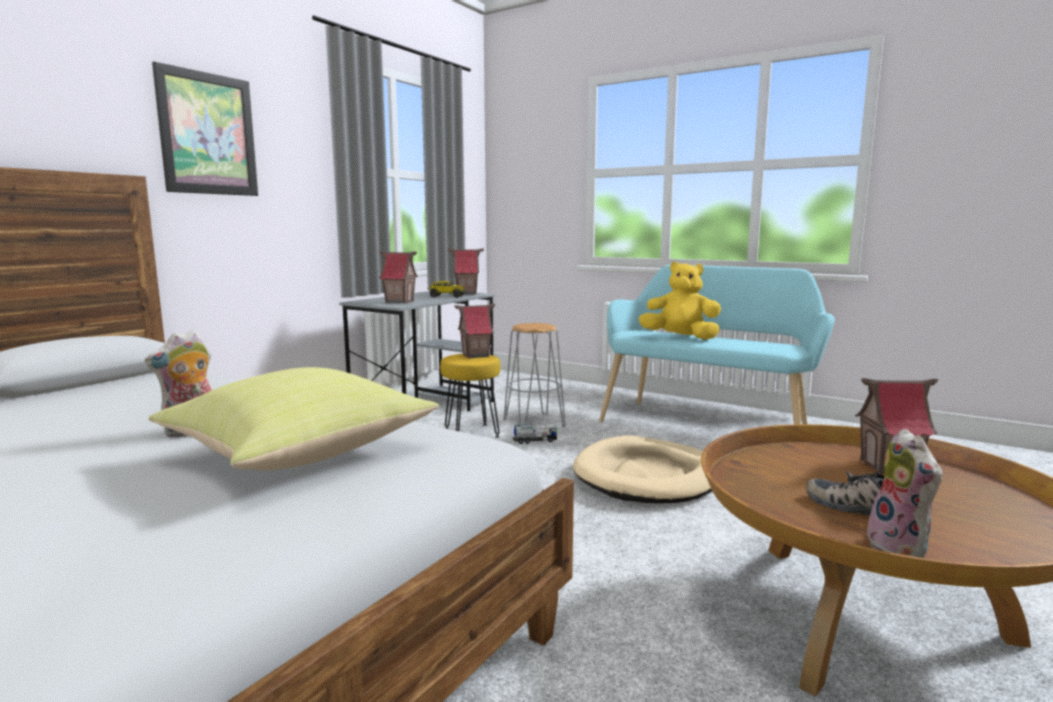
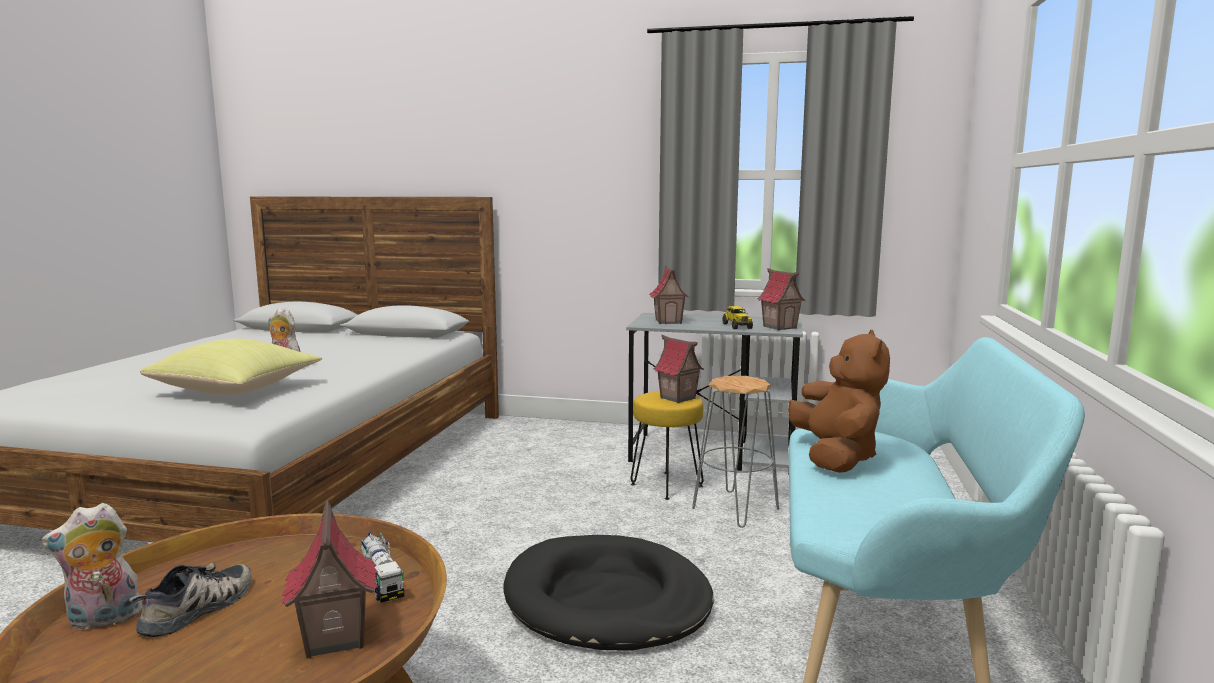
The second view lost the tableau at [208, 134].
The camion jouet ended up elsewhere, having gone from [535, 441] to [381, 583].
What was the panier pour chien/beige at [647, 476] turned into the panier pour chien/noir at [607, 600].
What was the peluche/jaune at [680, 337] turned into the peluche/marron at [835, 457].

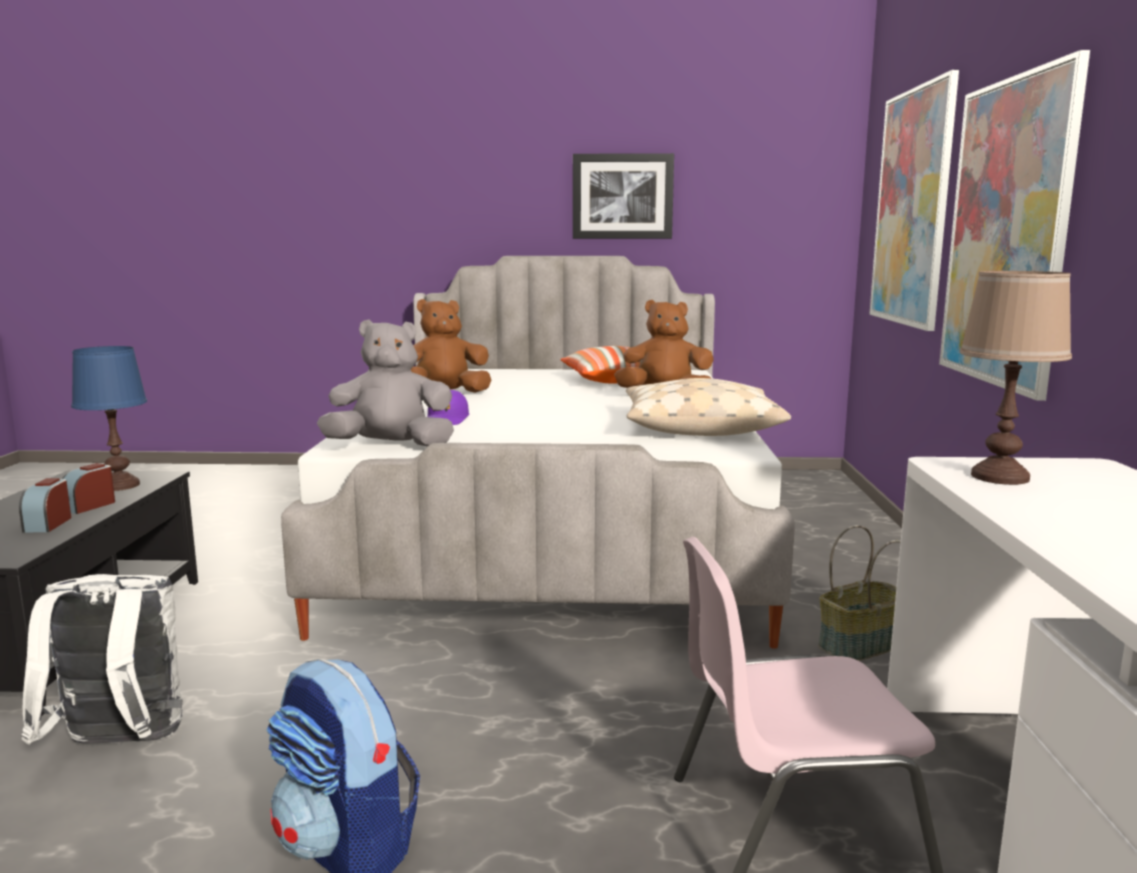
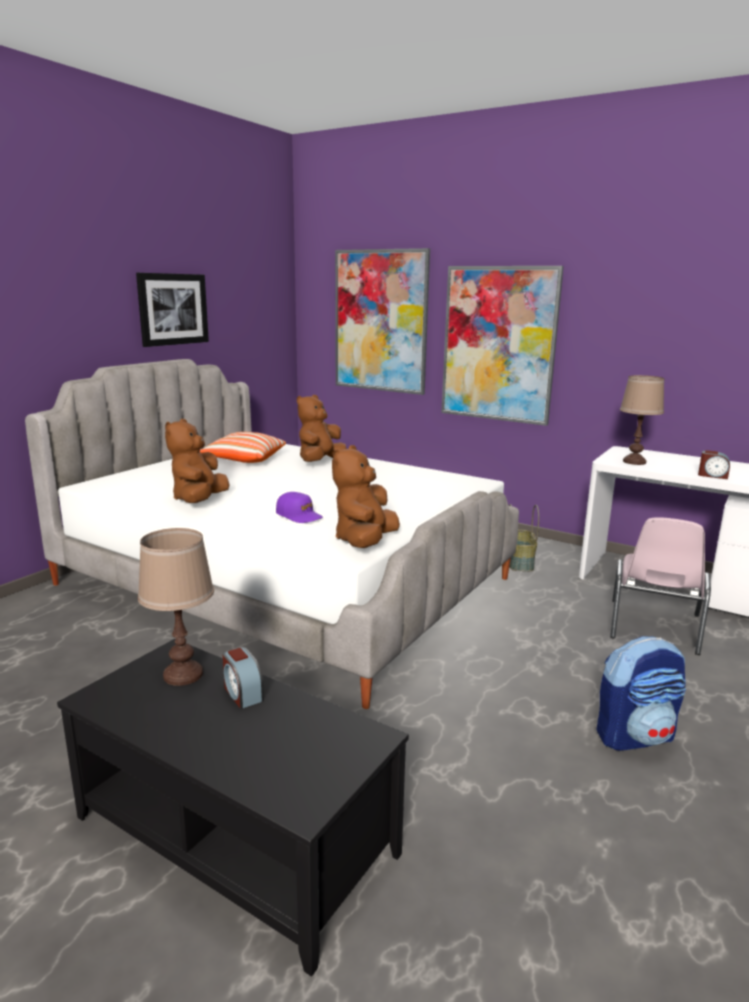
The second view lost the sac à dos/blanc at [119, 746].
The second view lost the coussin/beige at [699, 427].
The réveil ended up elsewhere, having gone from [48, 524] to [712, 475].
What was the lampe de table/bleu at [120, 485] turned into the lampe de table/marron at [183, 674].
What was the peluche/gris at [391, 447] turned into the peluche/marron at [365, 542].

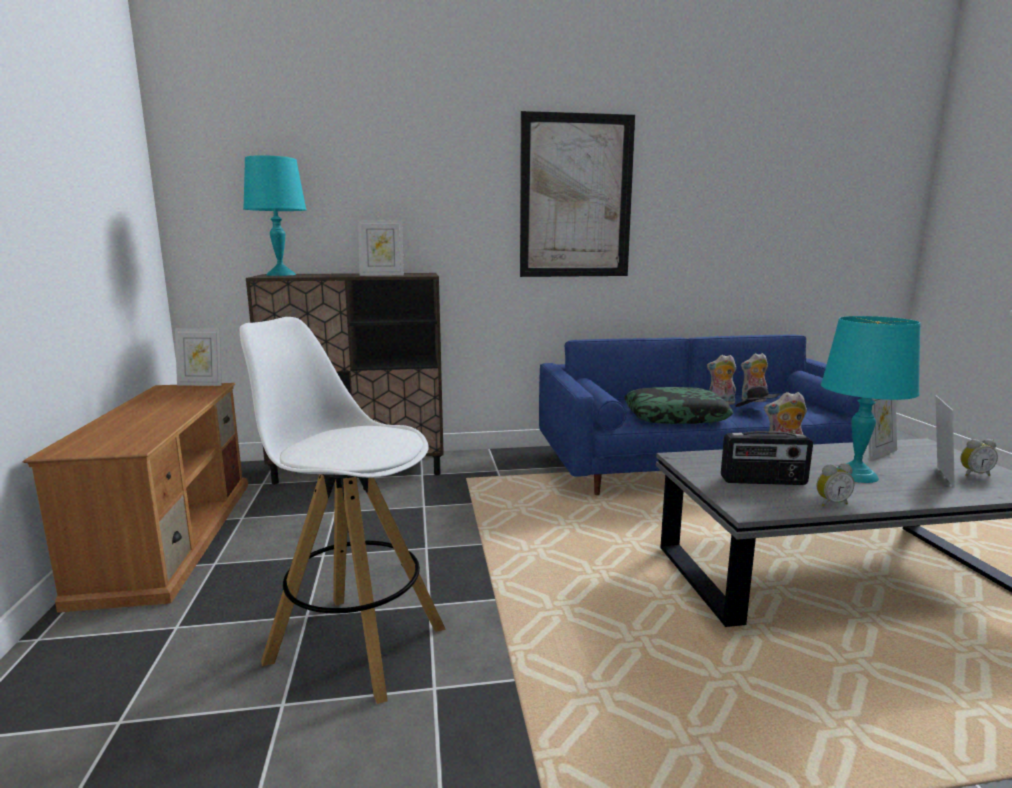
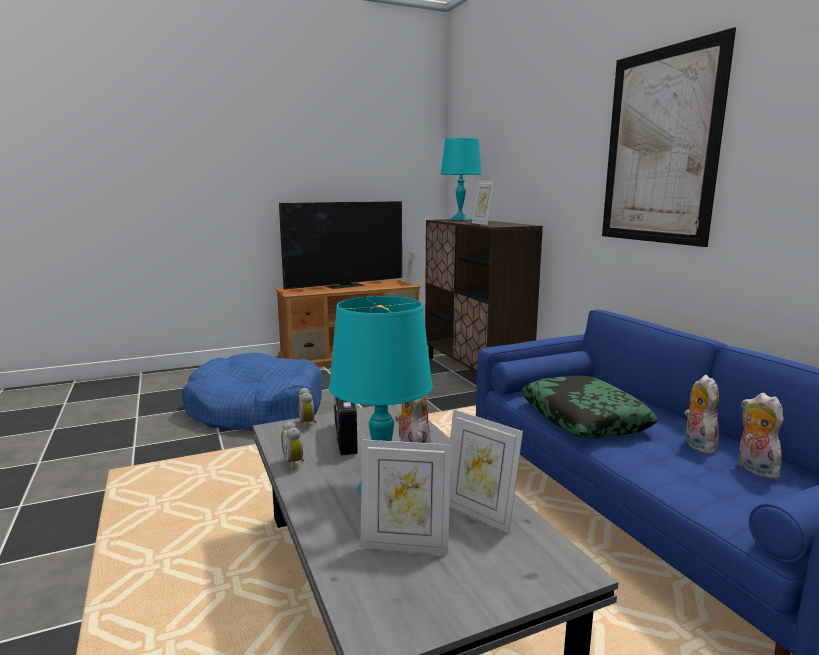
The second view lost the chapeau/noir at [756, 410].
The second view gained the téléviseur at [346, 285].
The réveil ended up elsewhere, having gone from [973, 474] to [308, 424].
Where the tabouret/blanc stood at [354, 643], the panier pour chien/bleu came to stand at [256, 410].

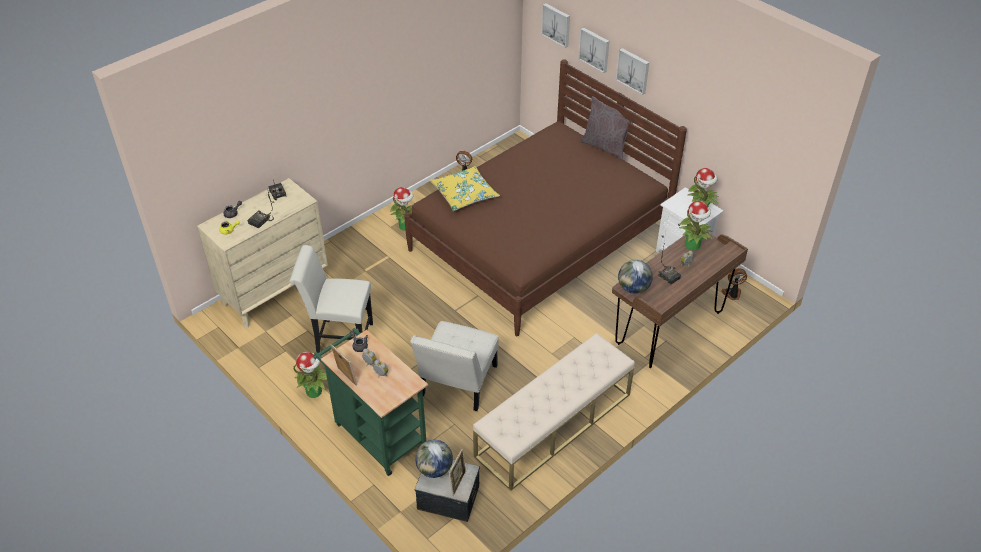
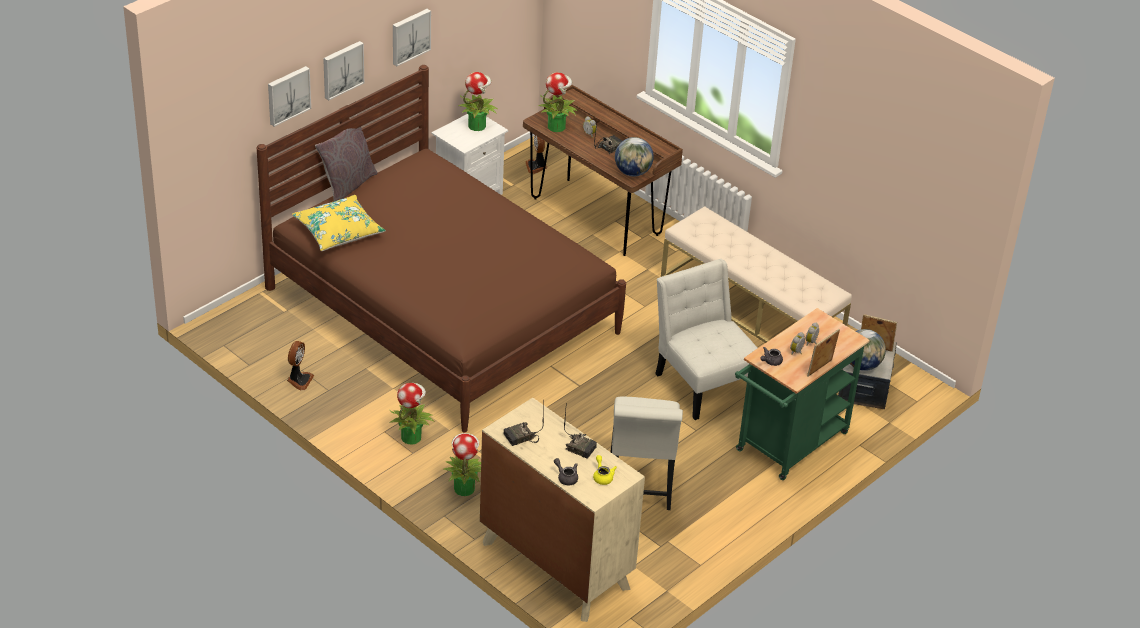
The plante en pot ended up elsewhere, having gone from [314, 391] to [464, 488].
The coussin/jaune ended up elsewhere, having gone from [464, 194] to [338, 231].
The tableau ended up elsewhere, having gone from [556, 24] to [410, 36].
The chaise/blanc at [457, 384] ended up facing another way, 135 degrees counterclockwise from before.

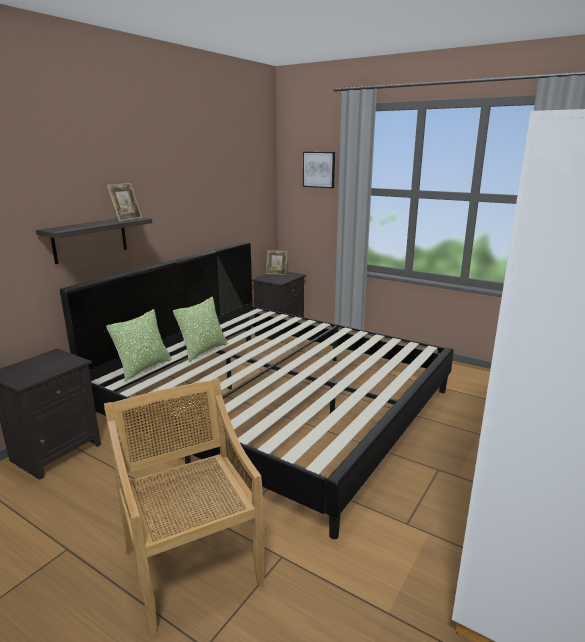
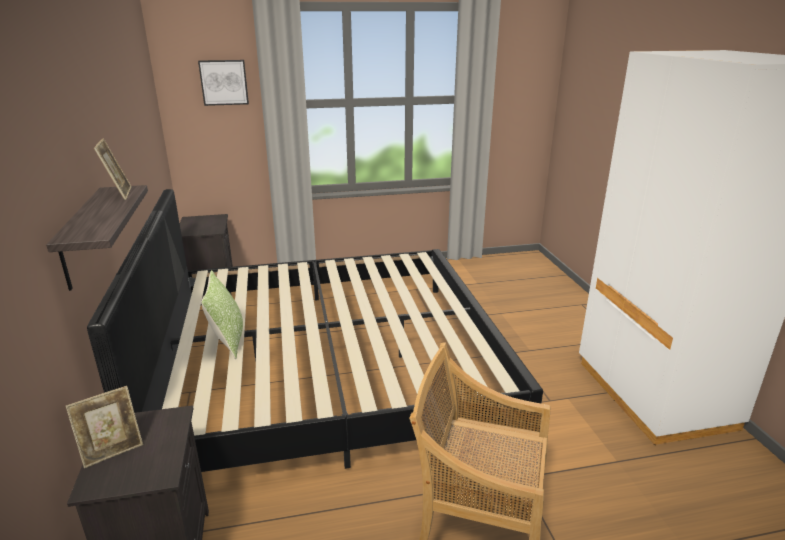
The second view lost the coussin at [143, 368].
The cadre photo ended up elsewhere, having gone from [276, 273] to [112, 450].

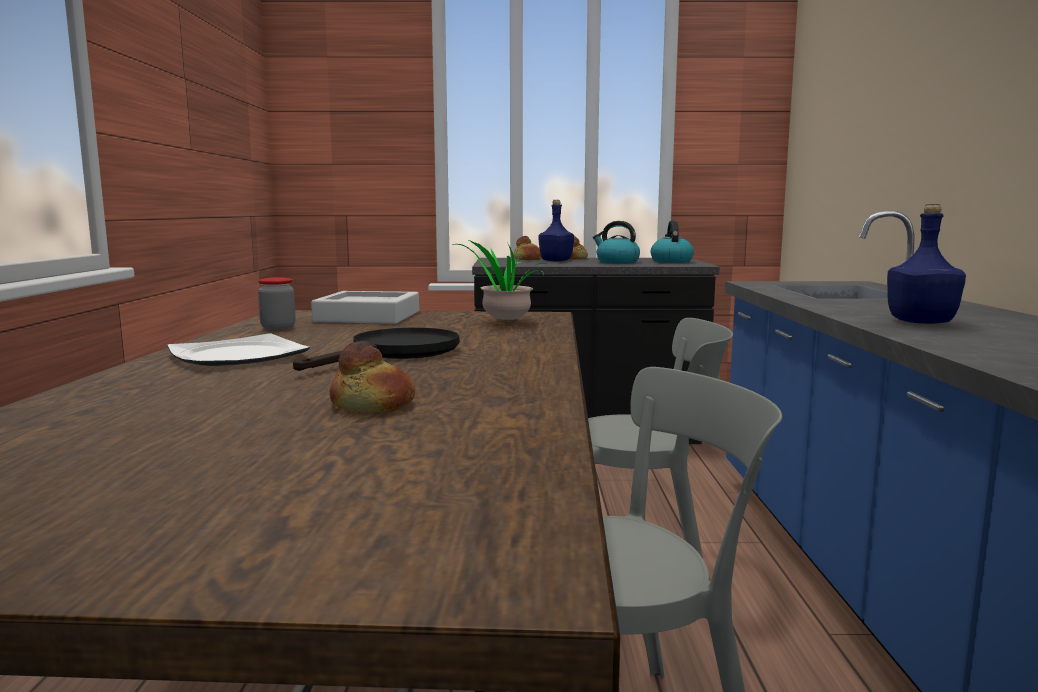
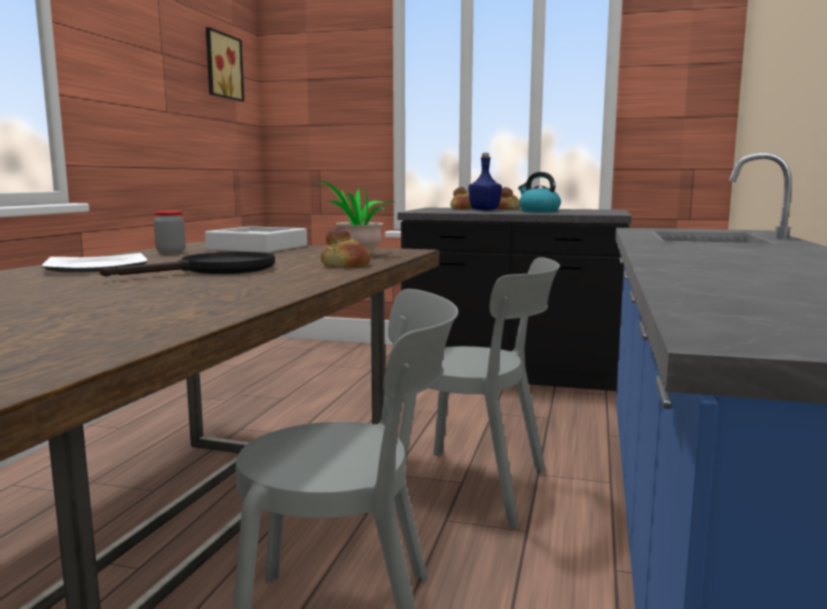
The second view lost the bouilloire at [671, 261].
The second view lost the bouteille/bleu at [921, 322].
The second view gained the tableau at [221, 66].
The pain ended up elsewhere, having gone from [373, 404] to [346, 265].

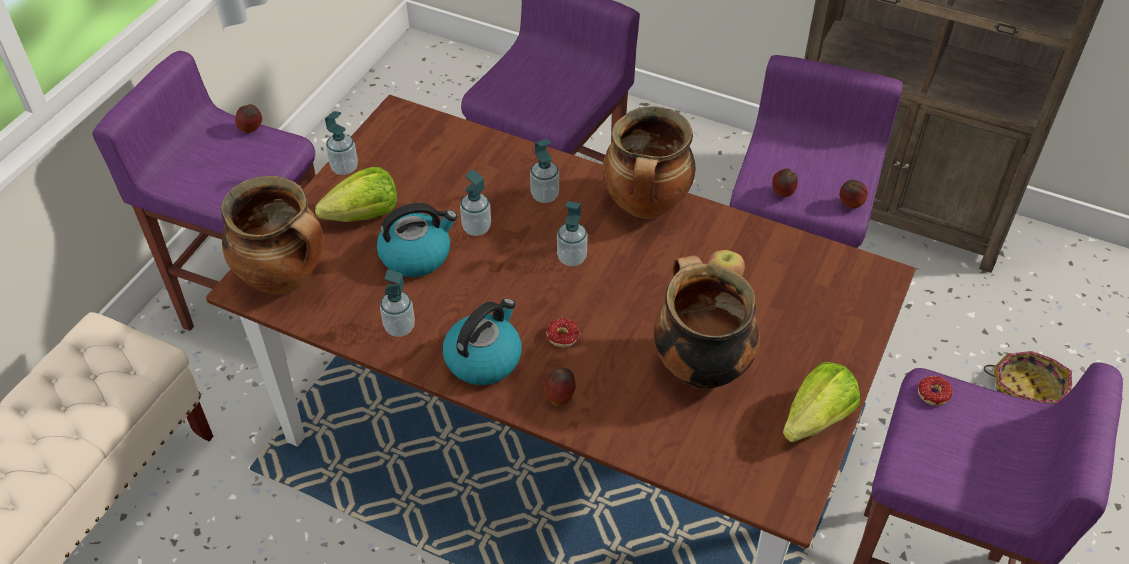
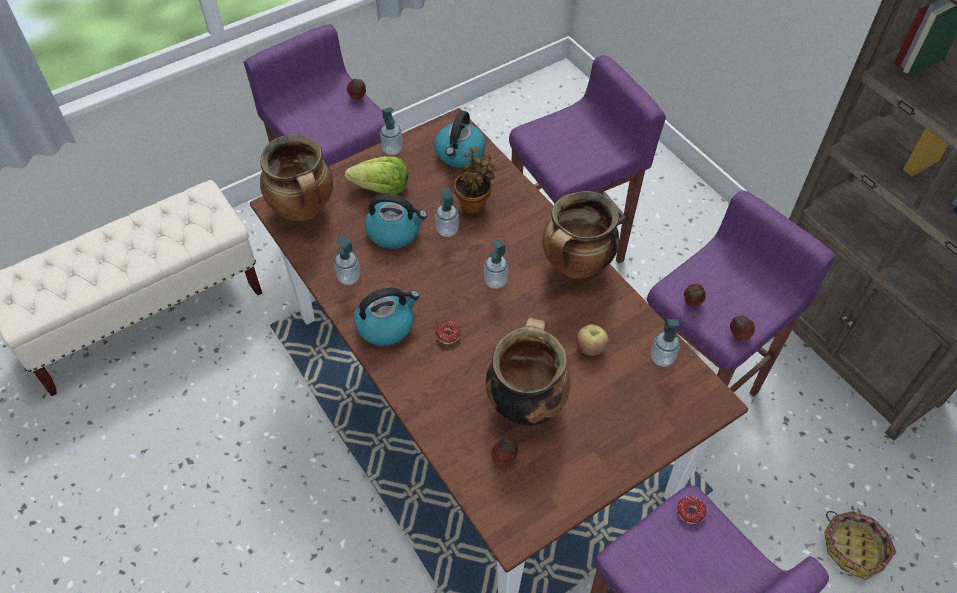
The second view lost the laitue at [816, 419].
The second view gained the bouilloire at [460, 154].
The second view gained the plante en pot at [474, 204].
The distributeur de savon ended up elsewhere, having gone from [545, 195] to [662, 358].
The pomme ended up elsewhere, having gone from [560, 398] to [504, 459].

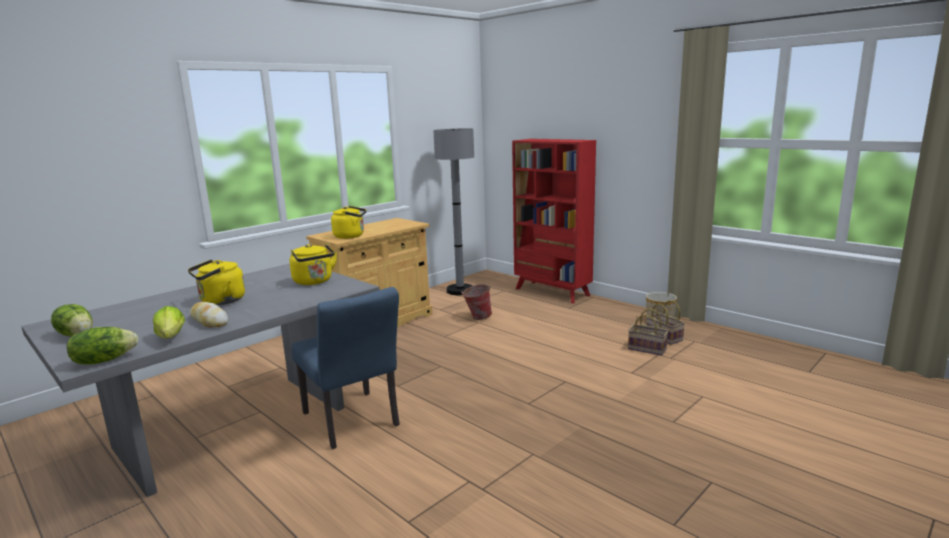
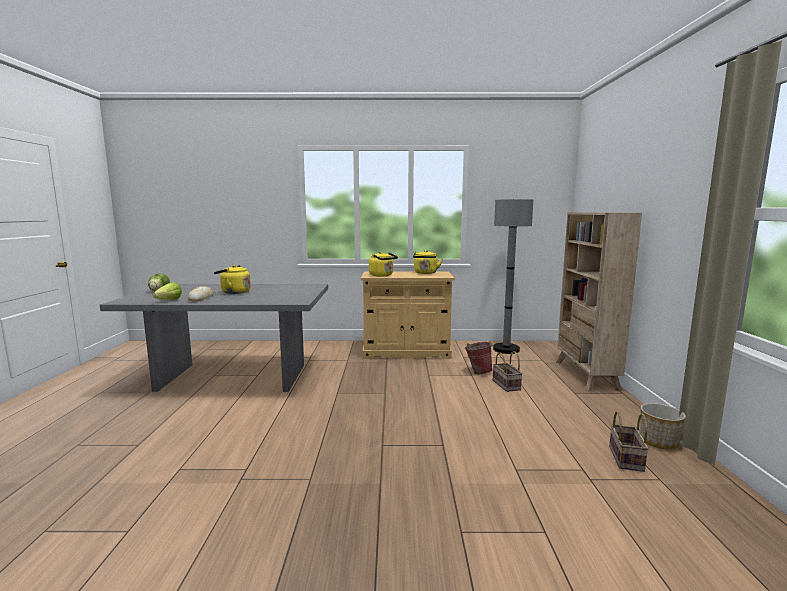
The second view lost the laitue at [104, 360].
The second view lost the chaise/bleu at [353, 422].
The bouilloire/jaune ended up elsewhere, having gone from [314, 282] to [425, 273].
The panier ended up elsewhere, having gone from [648, 349] to [507, 385].
What was the bibliothèque/rouge at [552, 292] turned into the bibliothèque/beige at [586, 375].

